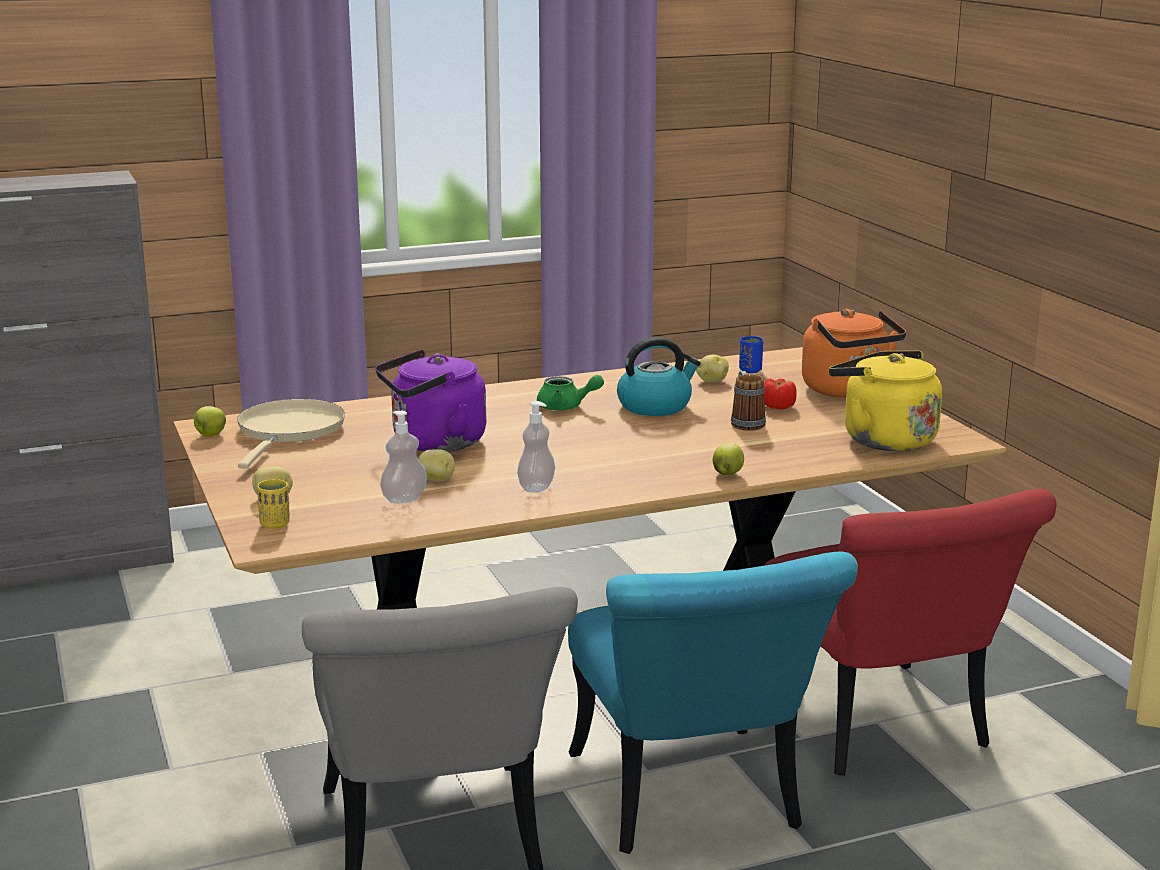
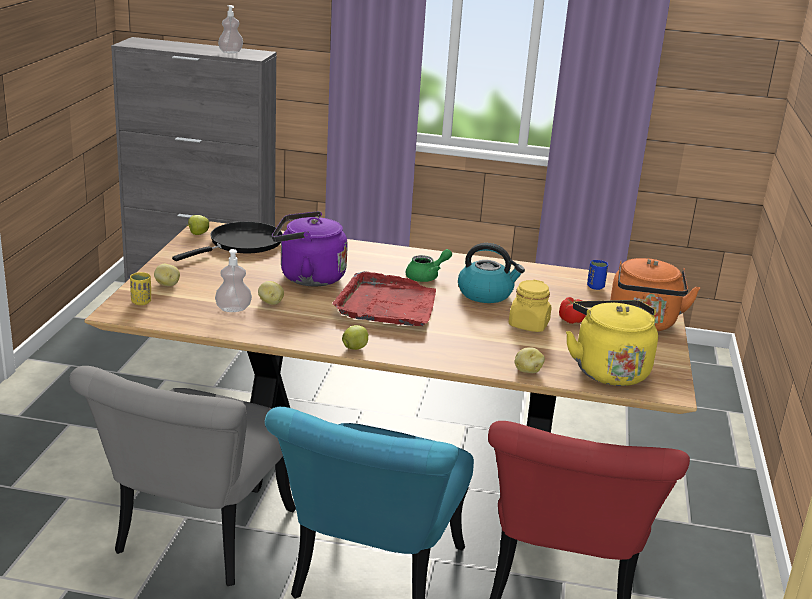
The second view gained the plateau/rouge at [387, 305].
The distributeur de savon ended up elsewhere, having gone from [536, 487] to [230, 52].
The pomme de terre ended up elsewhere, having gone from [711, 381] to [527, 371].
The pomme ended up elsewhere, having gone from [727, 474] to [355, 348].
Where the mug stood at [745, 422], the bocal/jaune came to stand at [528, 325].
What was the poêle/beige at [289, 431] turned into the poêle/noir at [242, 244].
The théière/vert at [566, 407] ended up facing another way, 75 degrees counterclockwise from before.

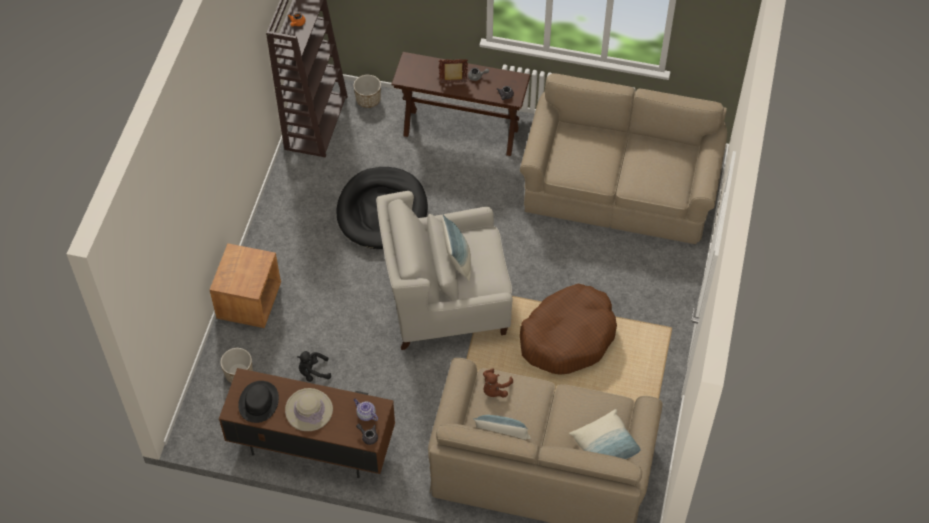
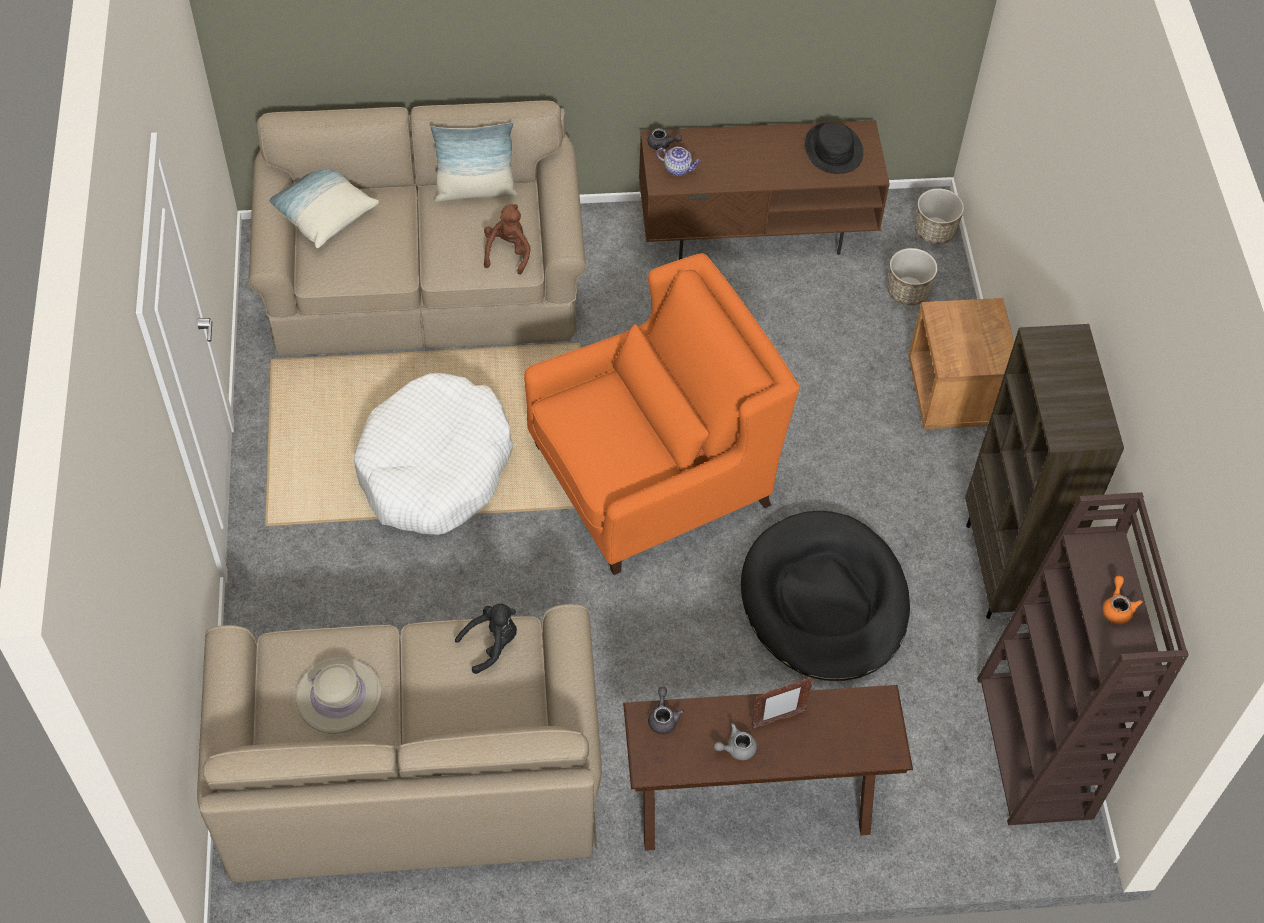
The second view lost the coussin at [457, 261].
The second view gained the bibliothèque/marron at [1004, 570].
The chapeau/beige ended up elsewhere, having gone from [309, 410] to [339, 696].
The peluche/noir ended up elsewhere, having gone from [313, 372] to [492, 644].
The cache-pot ended up elsewhere, having gone from [368, 100] to [934, 231].
What was the fauteuil/blanc at [446, 299] turned into the fauteuil/orange at [651, 476].
What was the panier pour chien/marron at [567, 336] turned into the panier pour chien/blanc at [435, 468].

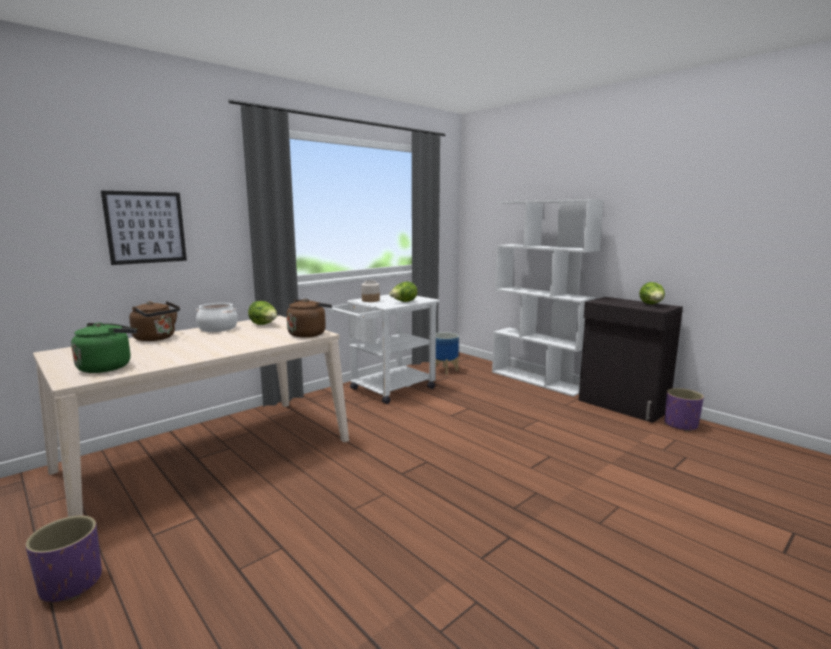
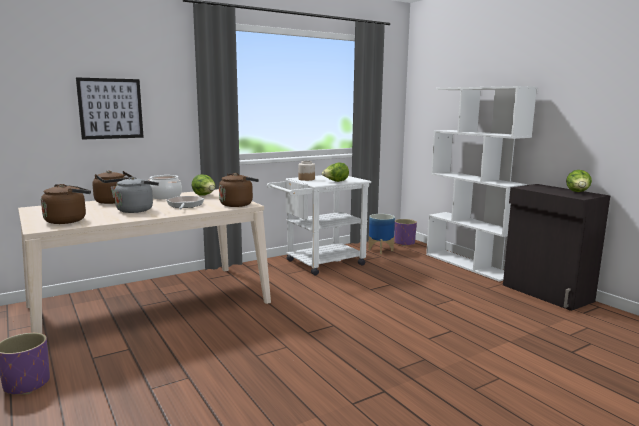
The second view gained the bouilloire/gris at [137, 210].
The second view gained the poêle at [185, 205].
The cache-pot/violet ended up elsewhere, having gone from [681, 425] to [404, 243].
What was the bouilloire/vert at [108, 367] turned into the bouilloire/marron at [68, 220].

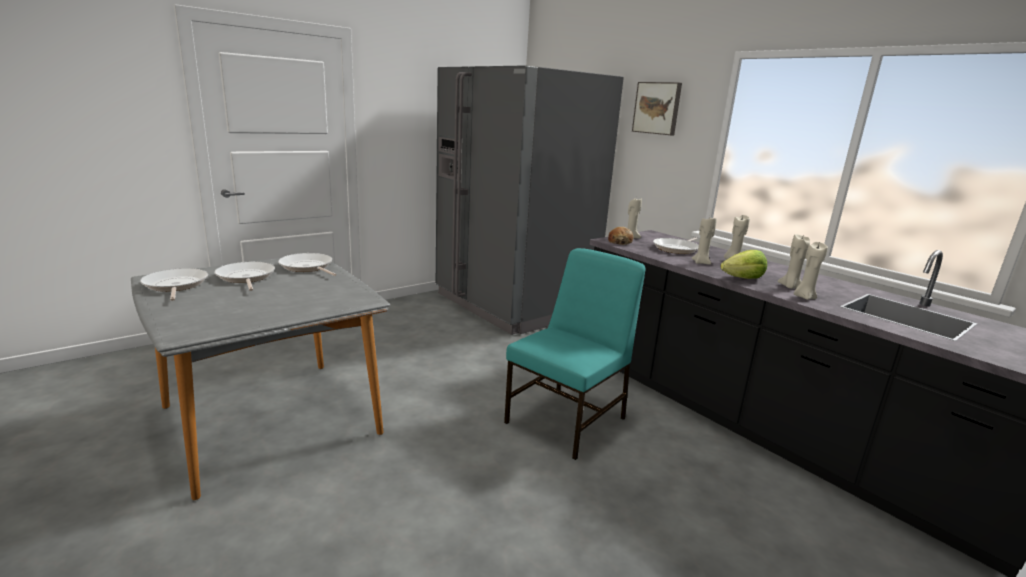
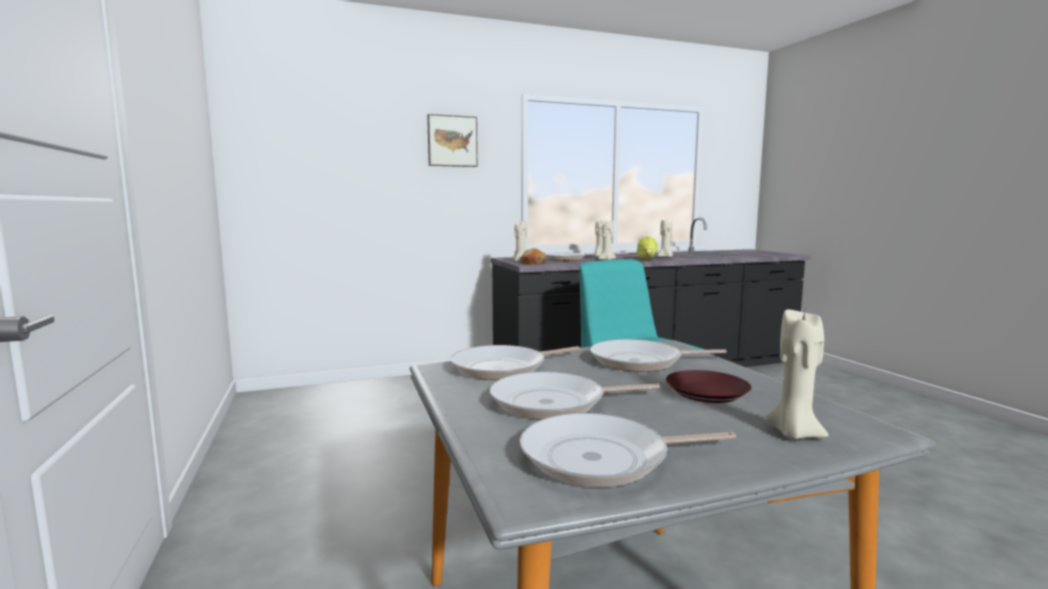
The second view lost the réfrigérateur/gris at [513, 304].
The second view gained the poêle at [641, 361].
The second view gained the assiette/marron at [706, 393].
The bougie/beige ended up elsewhere, having gone from [804, 297] to [793, 434].

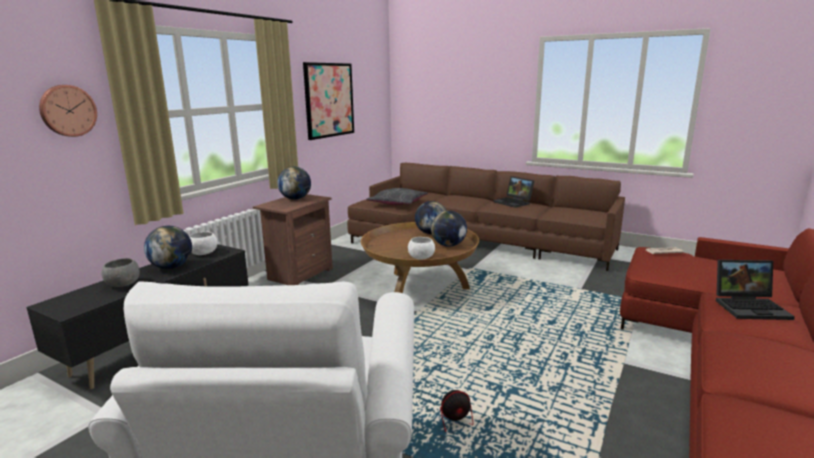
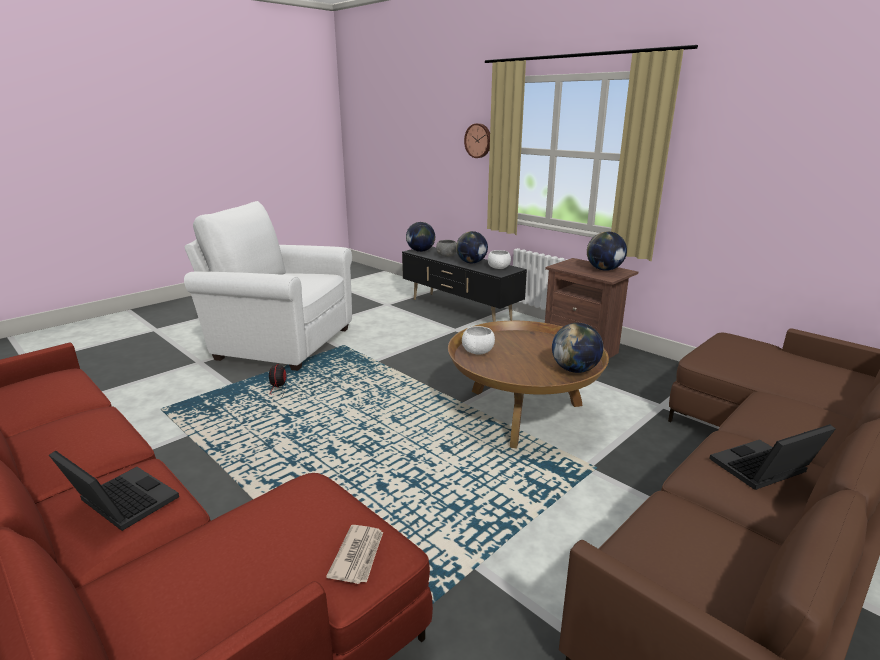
The second view lost the tableau at [329, 100].
The second view lost the coussin/gris at [397, 203].
The globe ended up elsewhere, having gone from [448, 245] to [420, 251].
The ordinateur portable at [750, 307] ended up facing another way, 105 degrees clockwise from before.

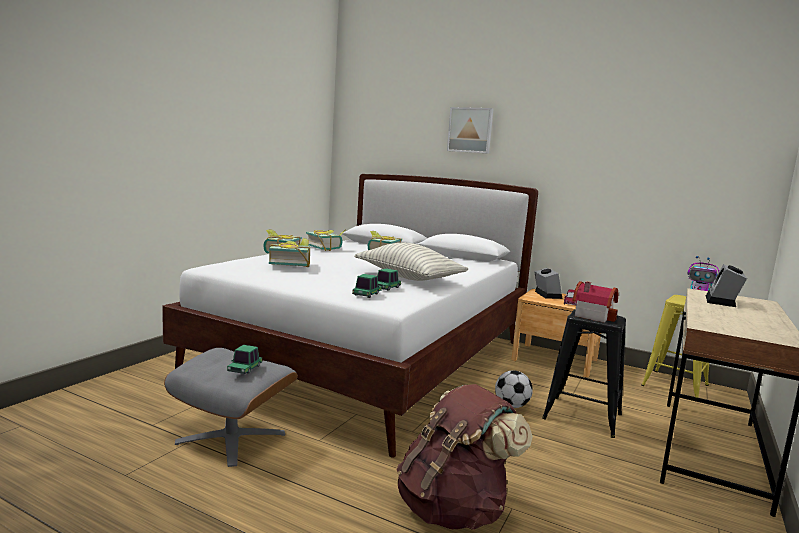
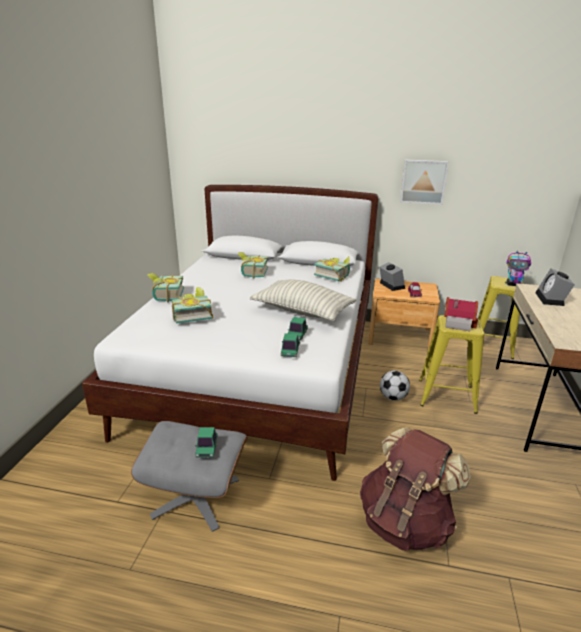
The livre ended up elsewhere, having gone from [326, 248] to [333, 275].
The tableau ended up elsewhere, having gone from [470, 130] to [423, 181].
What was the tabouret/noir at [582, 416] turned into the tabouret/jaune at [446, 396].

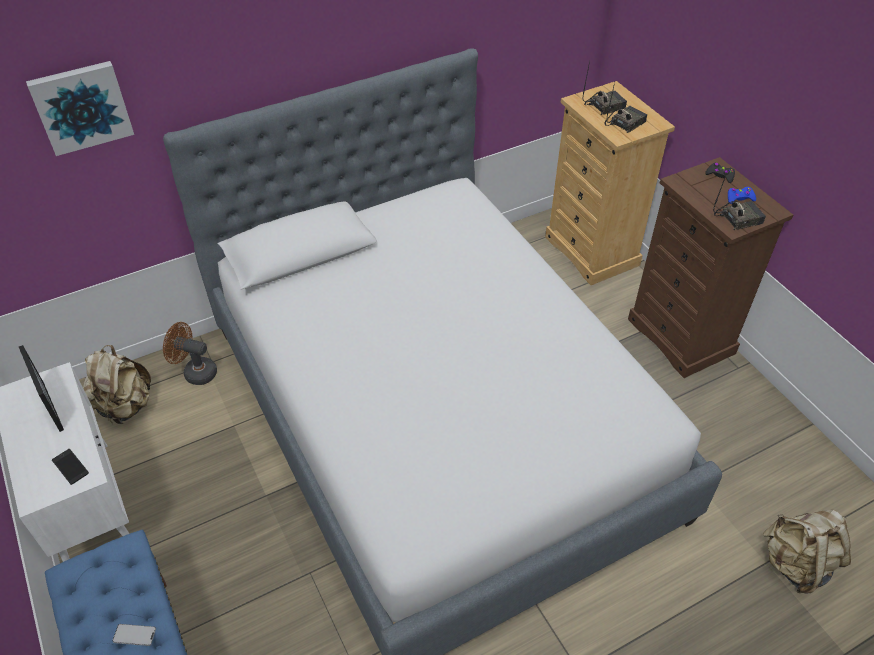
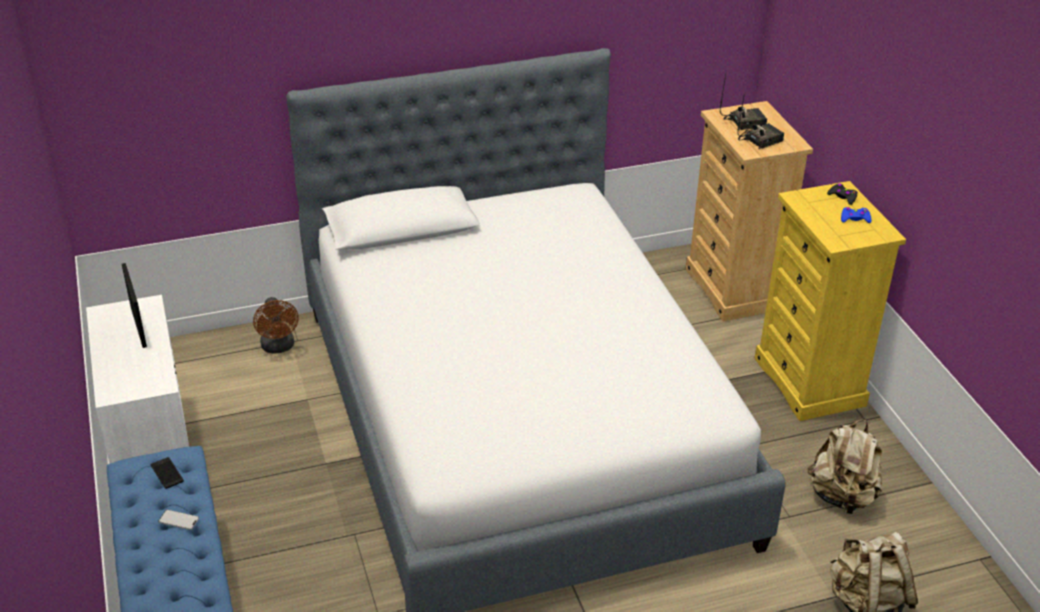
The second view lost the tableau at [81, 106].
The second view lost the radio at [738, 218].
The téléphone ended up elsewhere, having gone from [70, 467] to [167, 473].
The sac à dos/beige ended up elsewhere, having gone from [124, 406] to [842, 496].
What was the commode/marron at [681, 336] turned into the commode/jaune at [810, 382].
The ventilateur/marron at [195, 372] ended up facing another way, 135 degrees counterclockwise from before.

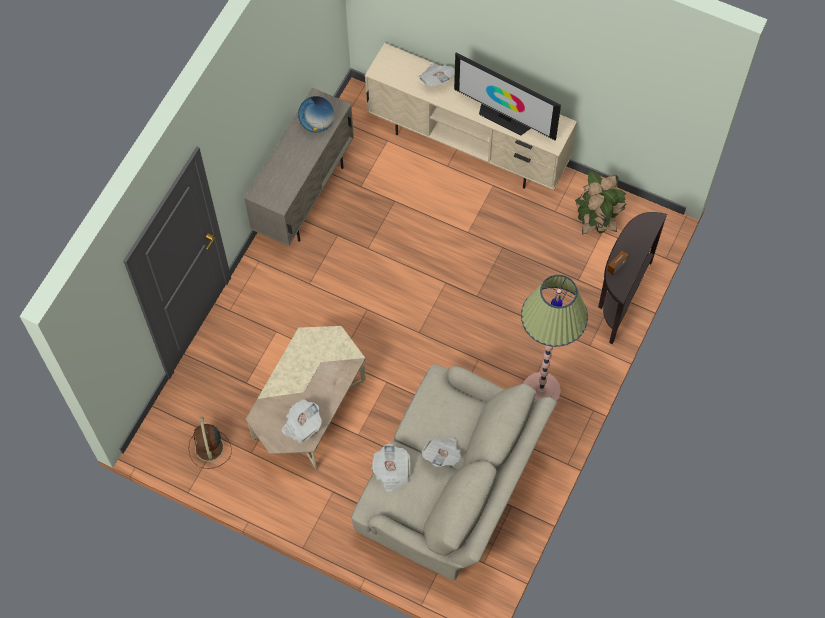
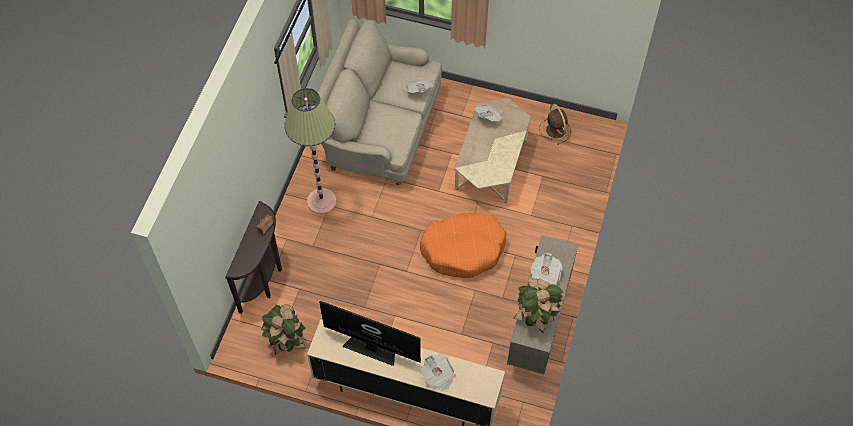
The second view gained the panier pour chien/orange at [463, 249].
The journal ended up elsewhere, having gone from [442, 455] to [544, 277].
Where the globe stood at [317, 124], the plante en pot came to stand at [535, 317].

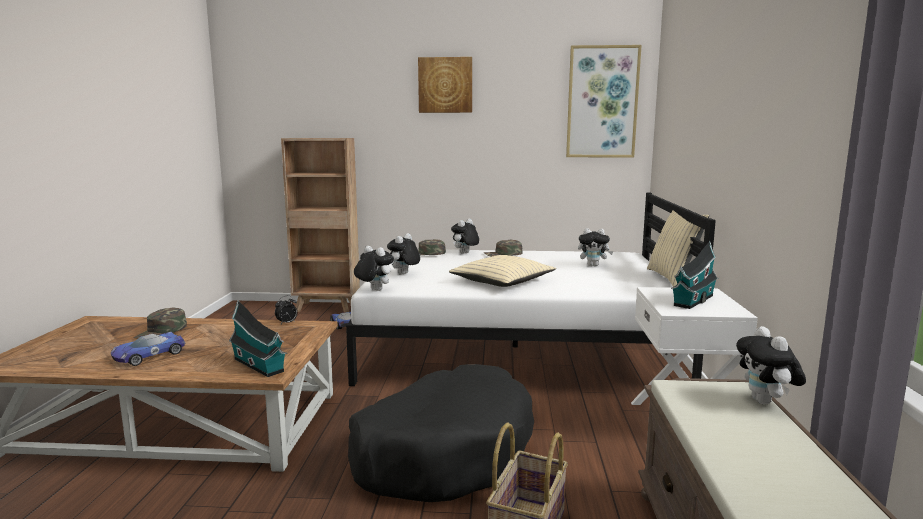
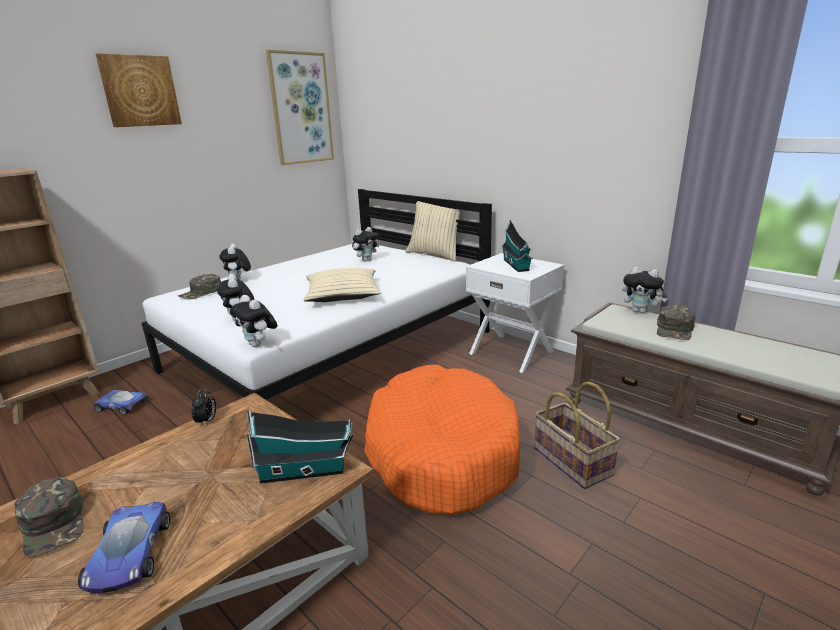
The casquette/vert ended up elsewhere, having gone from [503, 254] to [675, 329].
What was the panier pour chien/noir at [443, 452] turned into the panier pour chien/orange at [441, 452].
The peluche at [374, 290] ended up facing another way, 120 degrees counterclockwise from before.

